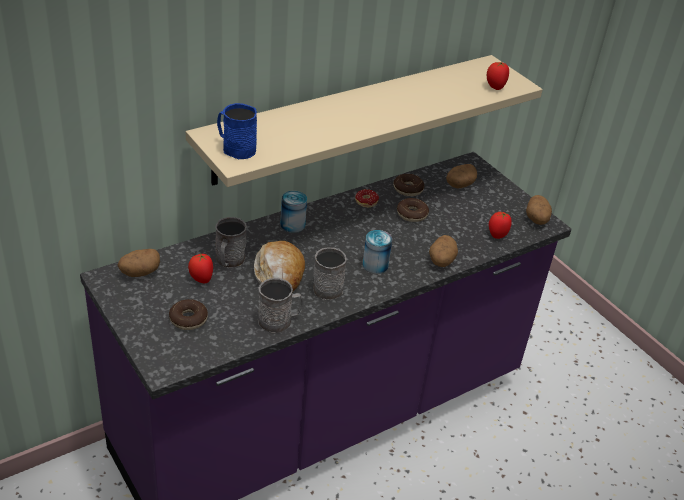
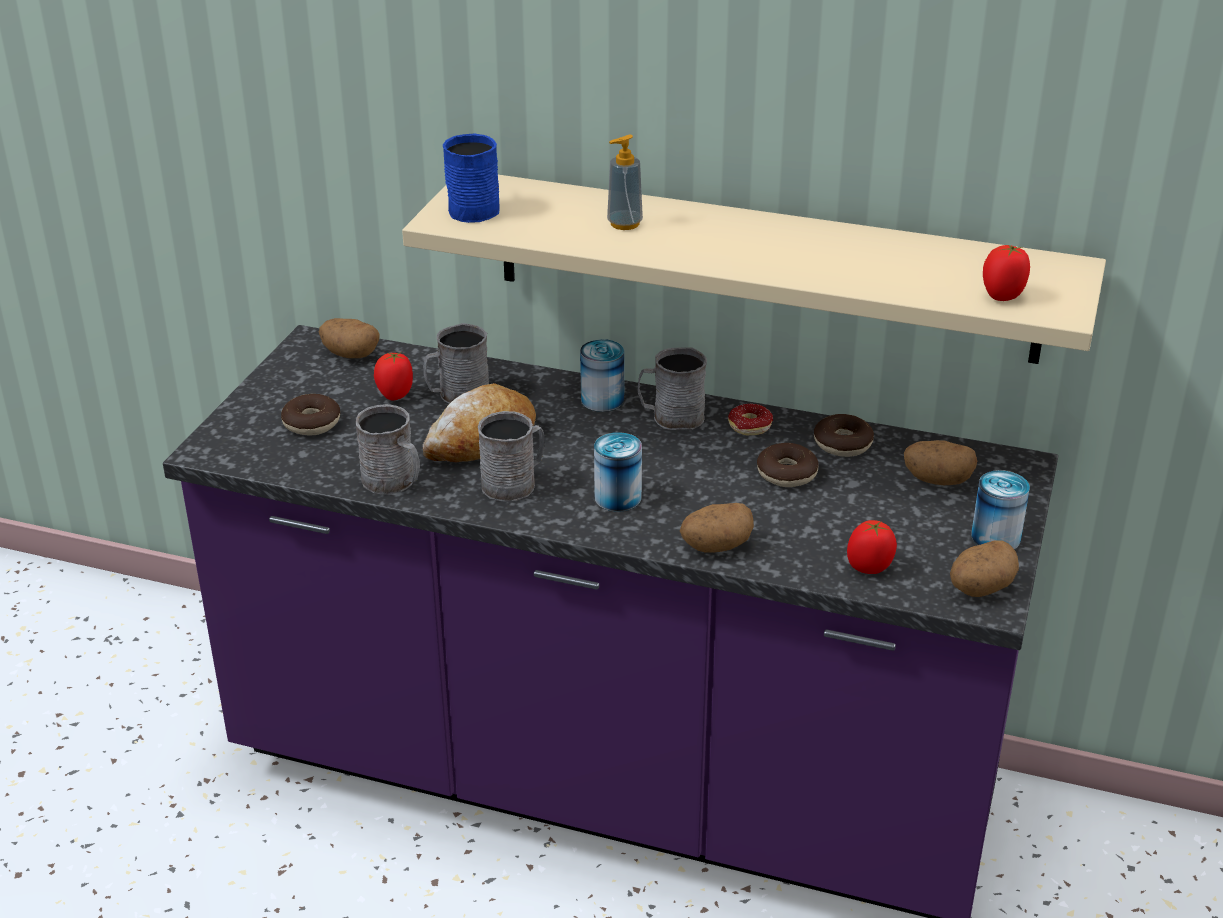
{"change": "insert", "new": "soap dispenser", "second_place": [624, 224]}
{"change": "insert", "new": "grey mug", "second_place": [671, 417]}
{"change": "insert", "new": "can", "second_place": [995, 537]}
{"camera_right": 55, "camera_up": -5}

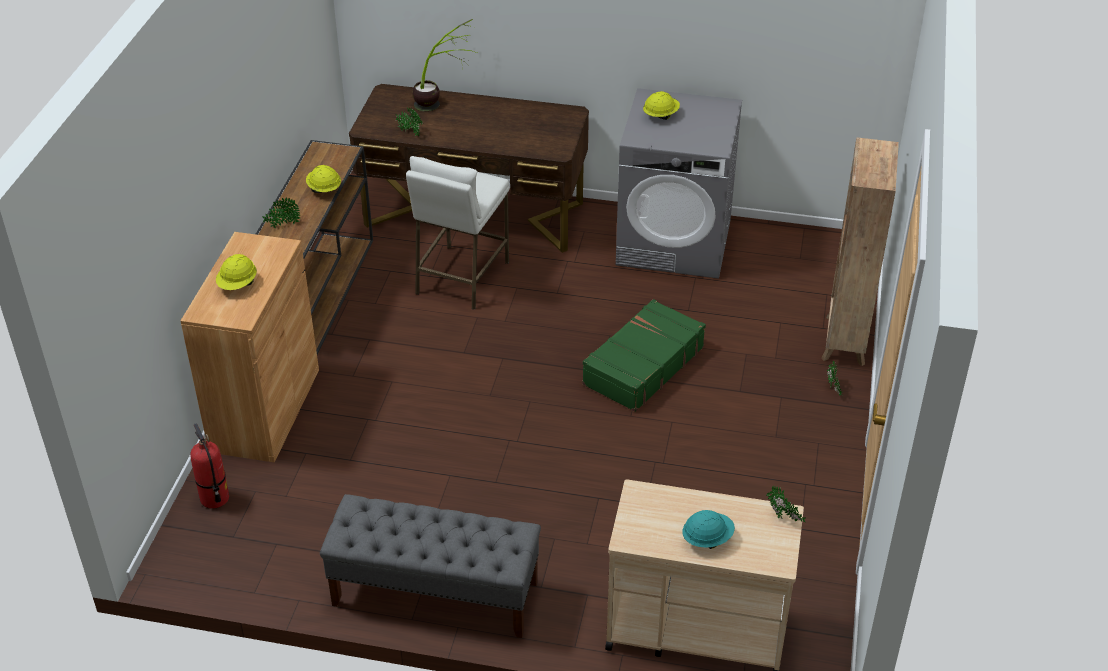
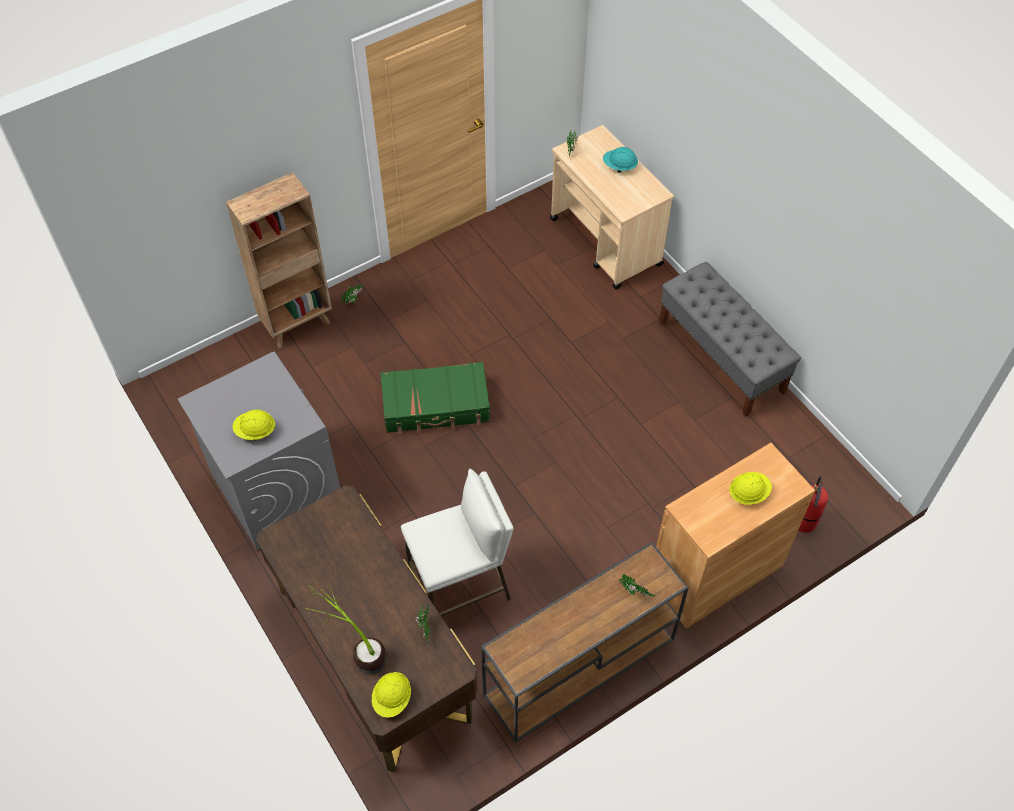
{"change": "move", "old": "yellow hard hat", "first_place": [324, 189], "second_place": [392, 699]}
{"camera_right": -135, "camera_up": 15}

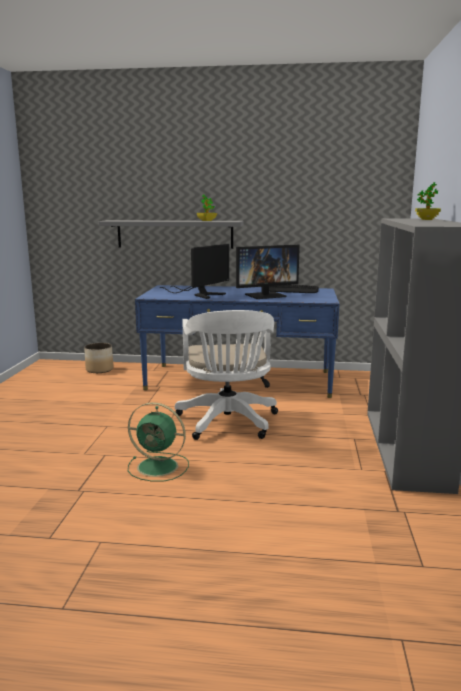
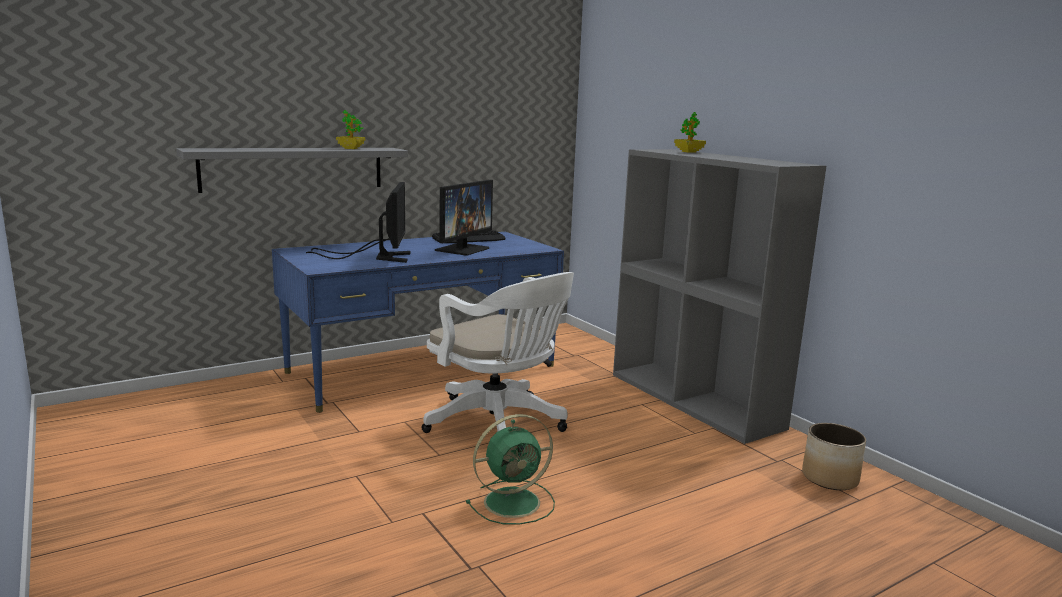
{"change": "move", "old": "planter", "first_place": [99, 369], "second_place": [830, 478]}
{"camera_right": -40, "camera_up": 0}

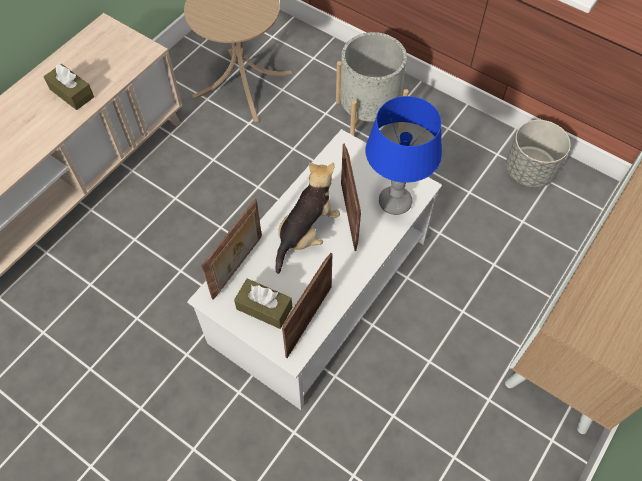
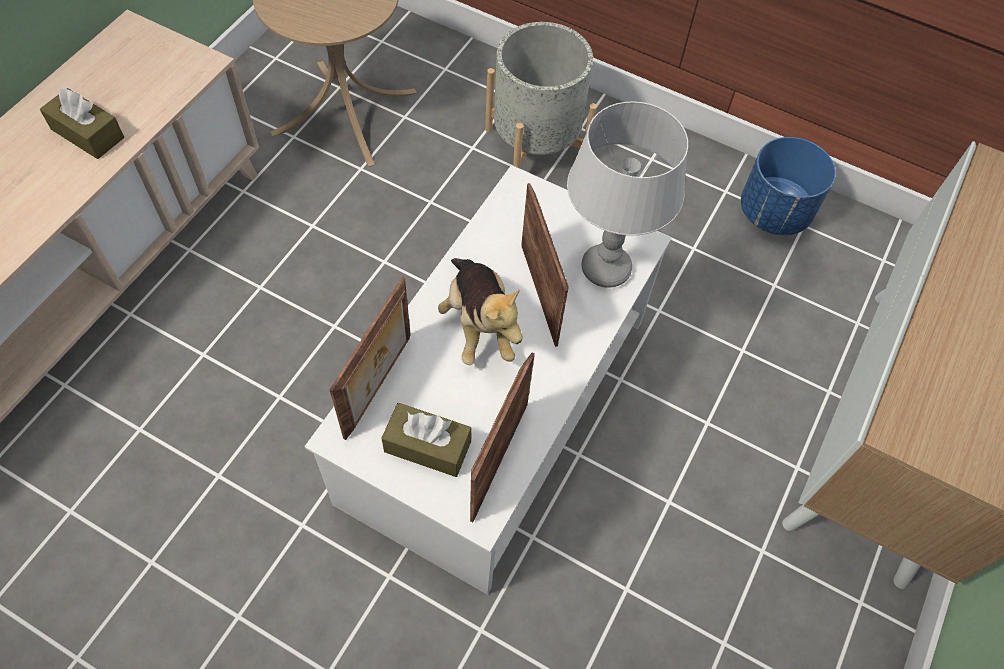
{"change": "rotate", "old": "plush toy", "first_place": [306, 233], "second_place": [479, 325], "degrees": 135}
{"change": "recolor", "old": "blue table lamp", "new": "grey table lamp", "first_place": [395, 202], "second_place": [606, 268]}
{"change": "recolor", "old": "grey planter", "new": "blue planter", "first_place": [530, 171], "second_place": [774, 213]}
{"camera_right": -10, "camera_up": 0}

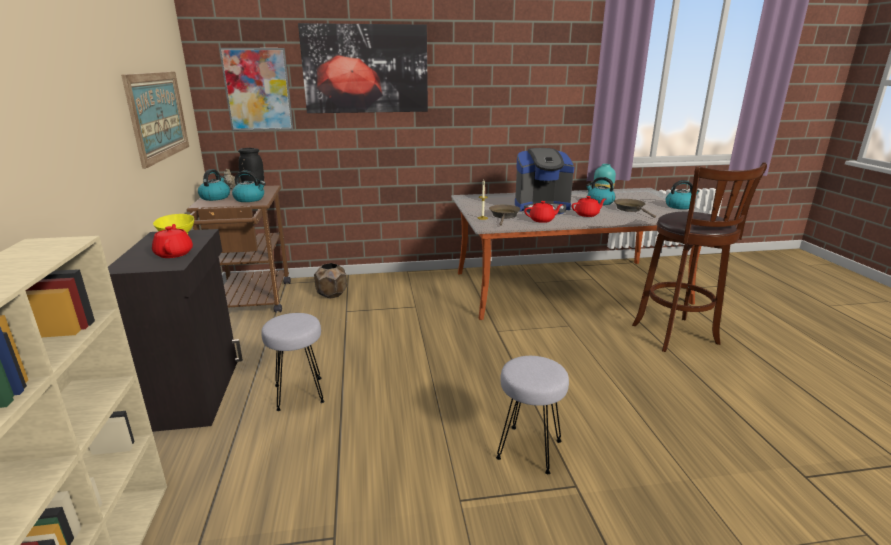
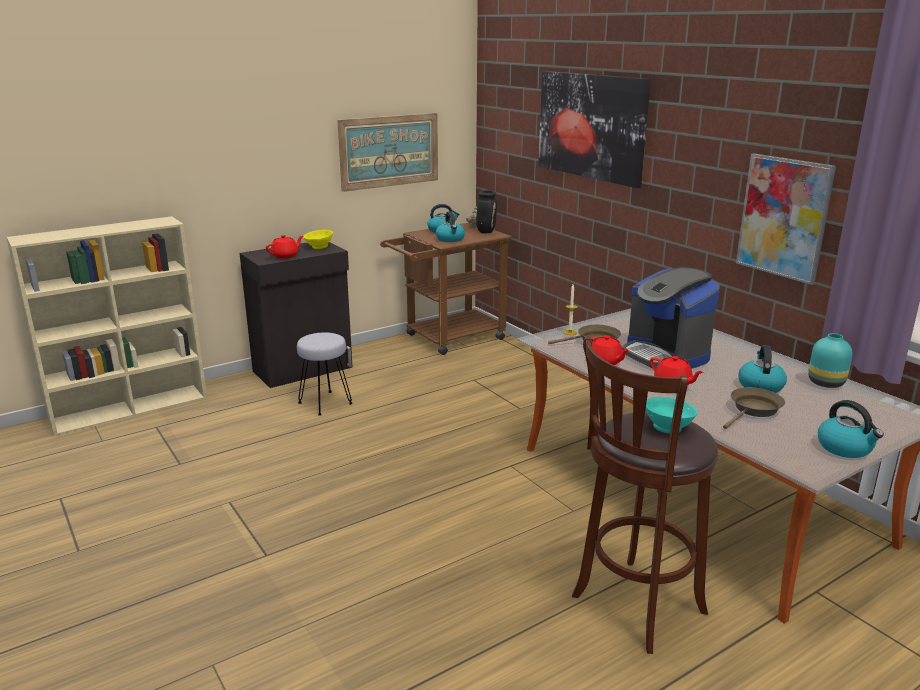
{"change": "insert", "new": "turquoise bowl", "second_place": [669, 428]}
{"change": "move", "old": "picture", "first_place": [258, 90], "second_place": [783, 217]}
{"change": "delete", "old": "brown planter", "first_place": [331, 295]}
{"change": "delete", "old": "grey stool", "first_place": [528, 449]}
{"camera_right": 65, "camera_up": 0}

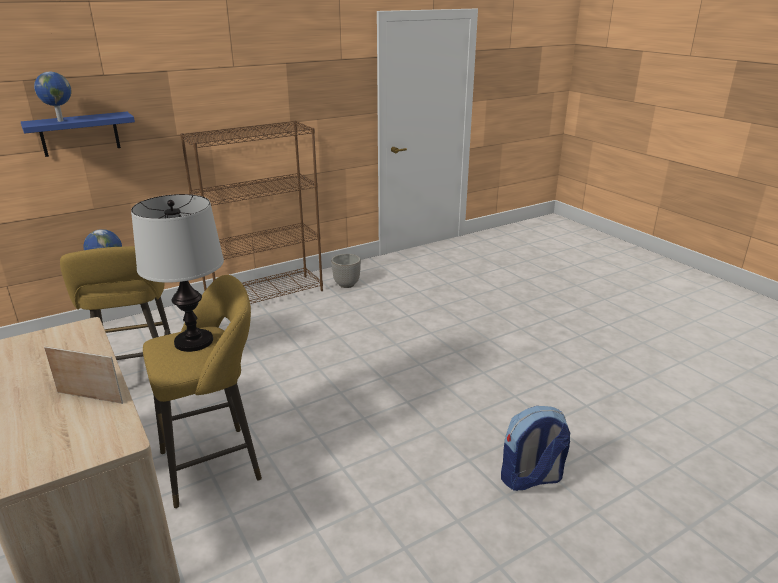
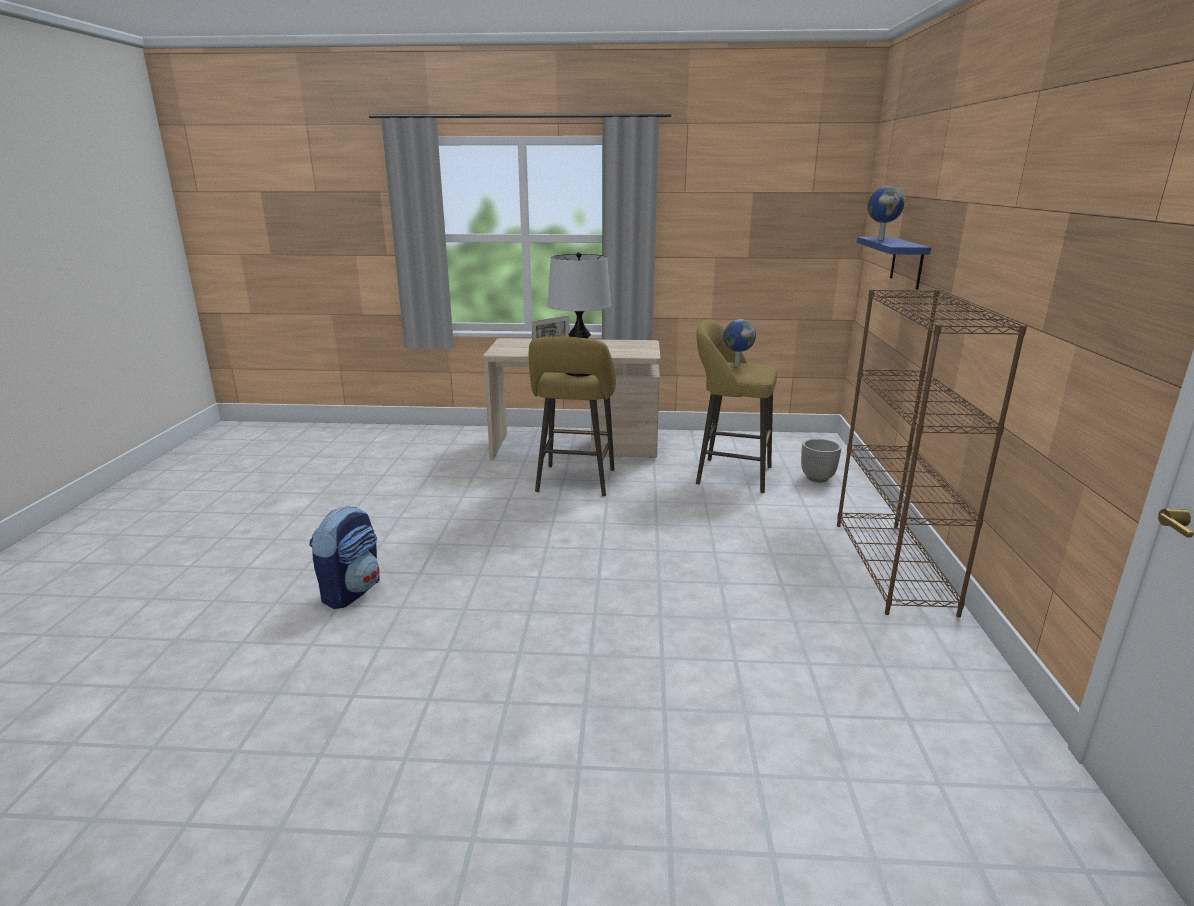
{"change": "move", "old": "planter", "first_place": [346, 284], "second_place": [817, 478]}
{"camera_right": 125, "camera_up": -5}

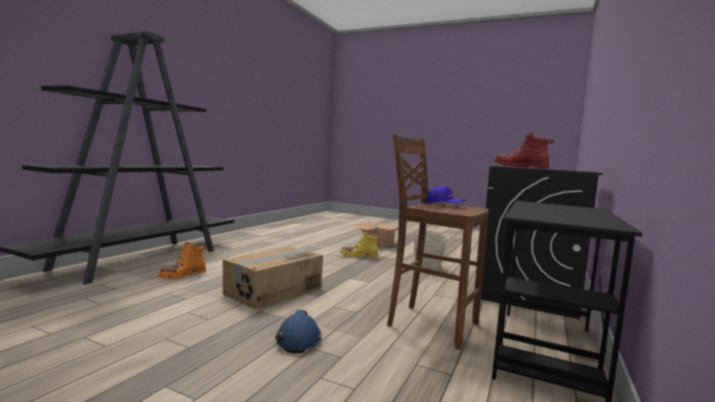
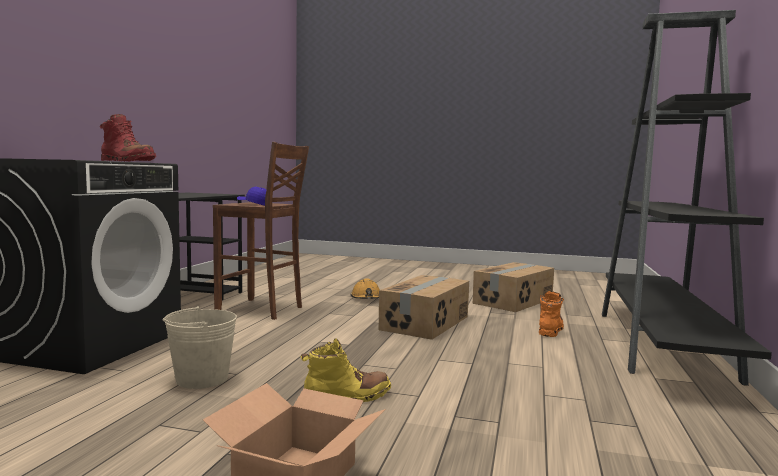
{"change": "recolor", "old": "blue hard hat", "new": "orange hard hat", "first_place": [298, 340], "second_place": [366, 298]}
{"change": "insert", "new": "cardboard box", "second_place": [514, 301]}
{"camera_right": 170, "camera_up": 0}

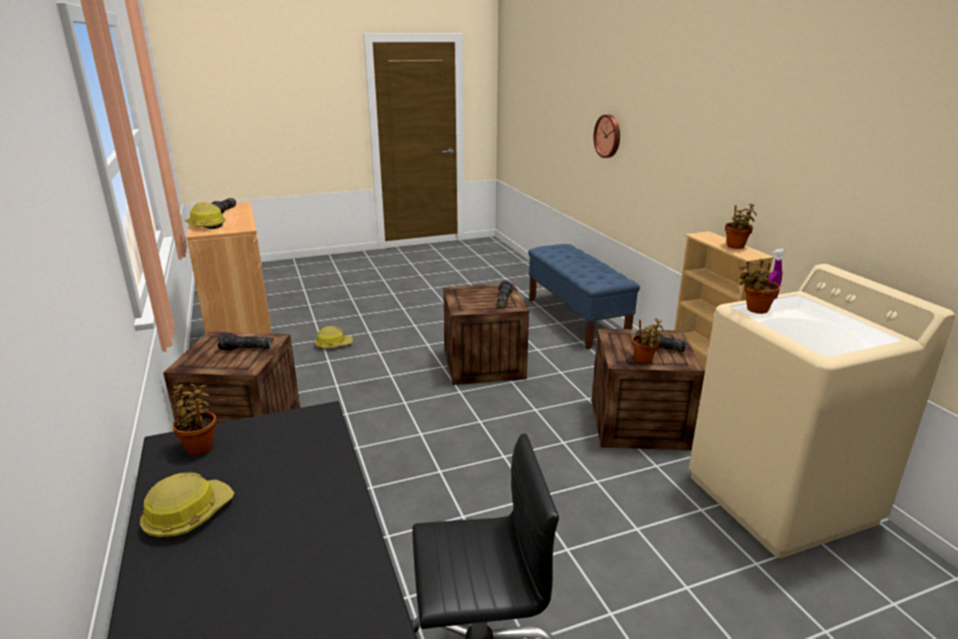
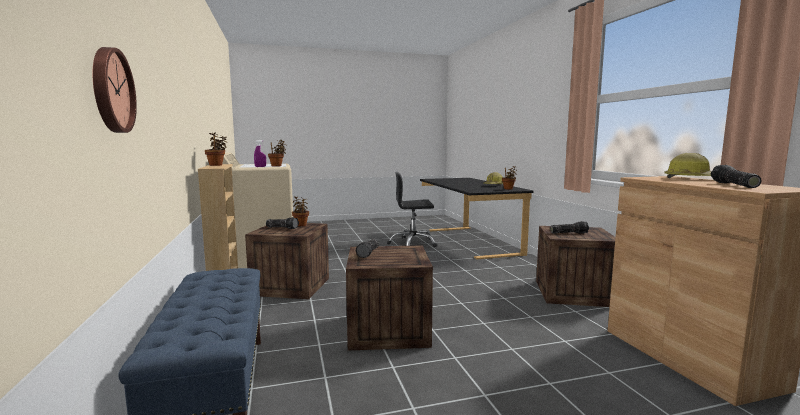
{"change": "delete", "old": "hard hat", "first_place": [333, 344]}
{"camera_right": -175, "camera_up": -15}

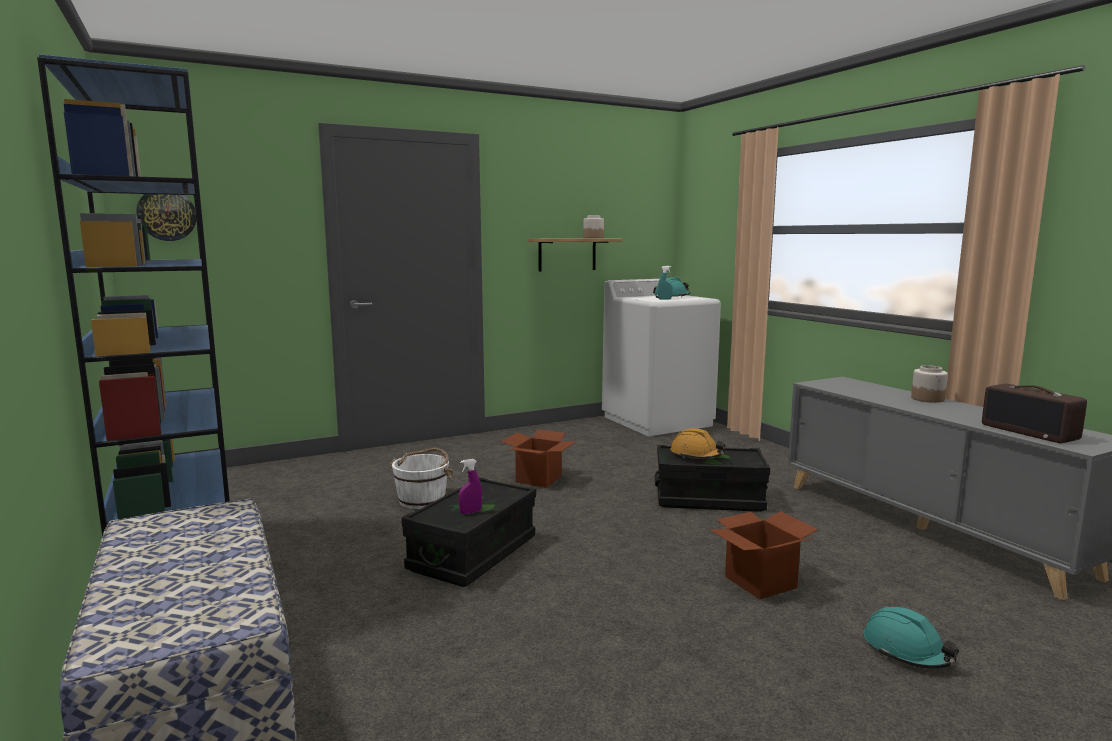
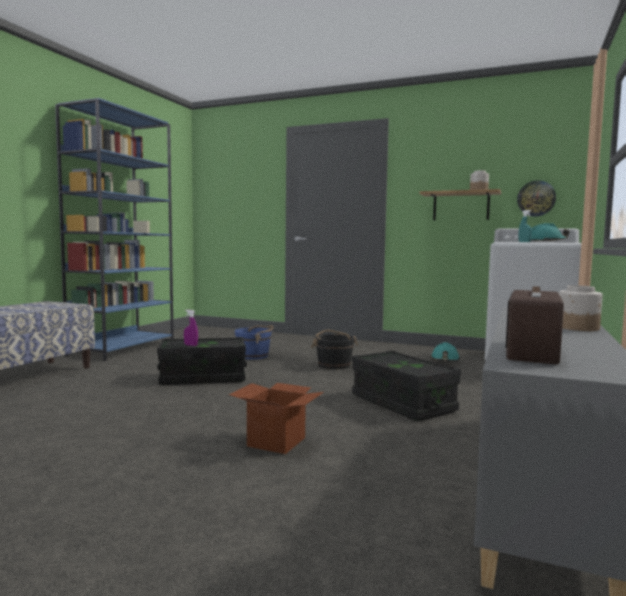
{"change": "recolor", "old": "white bucket", "new": "blue bucket", "first_place": [422, 500], "second_place": [254, 356]}
{"change": "replace", "old": "cardboard box", "new": "black bucket", "first_place": [538, 479], "second_place": [334, 365]}
{"change": "move", "old": "turquoise hard hat", "first_place": [907, 651], "second_place": [445, 360]}
{"change": "move", "old": "wall clock", "first_place": [167, 214], "second_place": [536, 198]}
{"change": "delete", "old": "orange hard hat", "first_place": [696, 455]}
{"camera_right": 50, "camera_up": -5}

